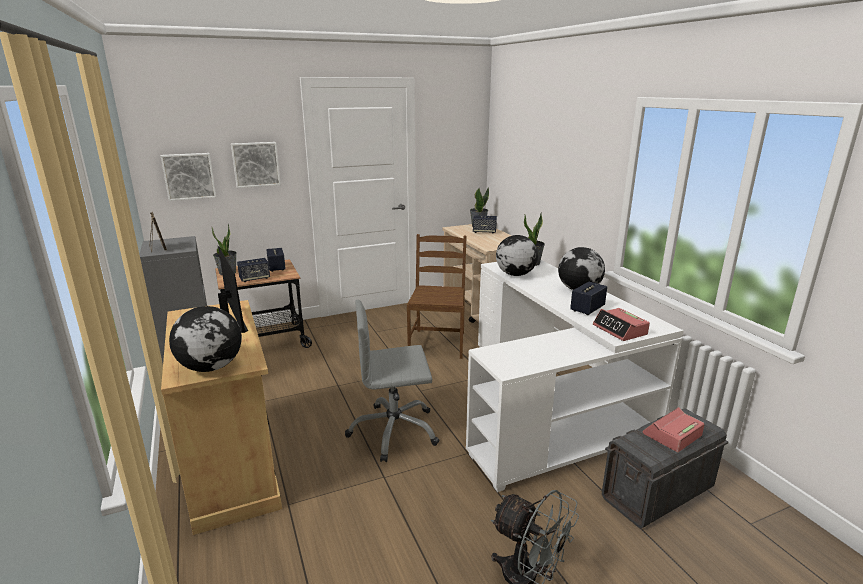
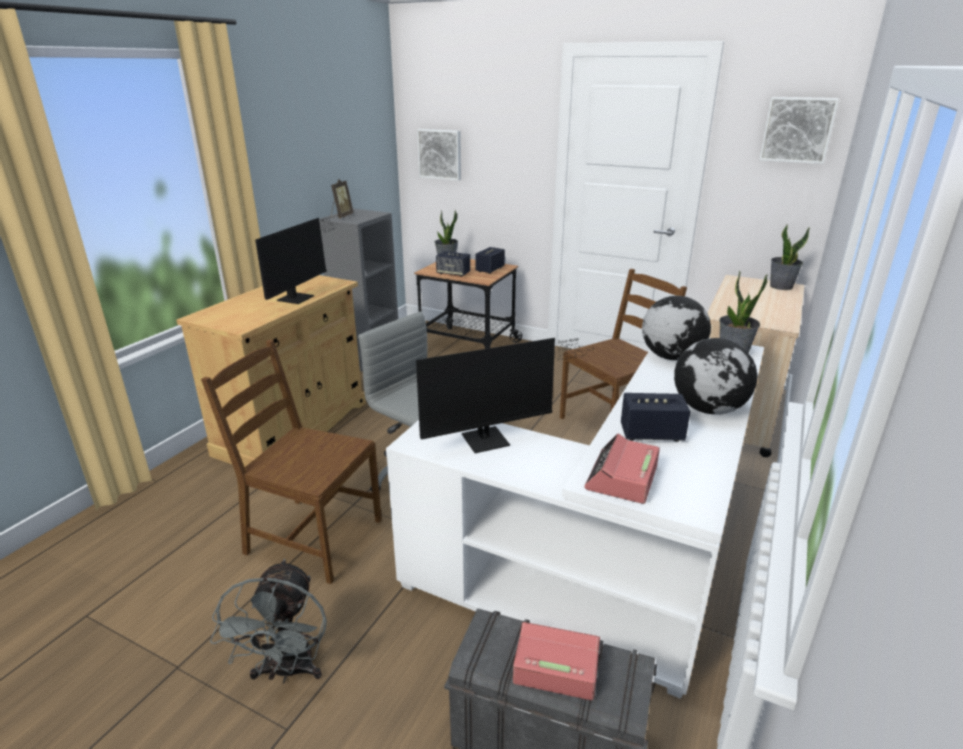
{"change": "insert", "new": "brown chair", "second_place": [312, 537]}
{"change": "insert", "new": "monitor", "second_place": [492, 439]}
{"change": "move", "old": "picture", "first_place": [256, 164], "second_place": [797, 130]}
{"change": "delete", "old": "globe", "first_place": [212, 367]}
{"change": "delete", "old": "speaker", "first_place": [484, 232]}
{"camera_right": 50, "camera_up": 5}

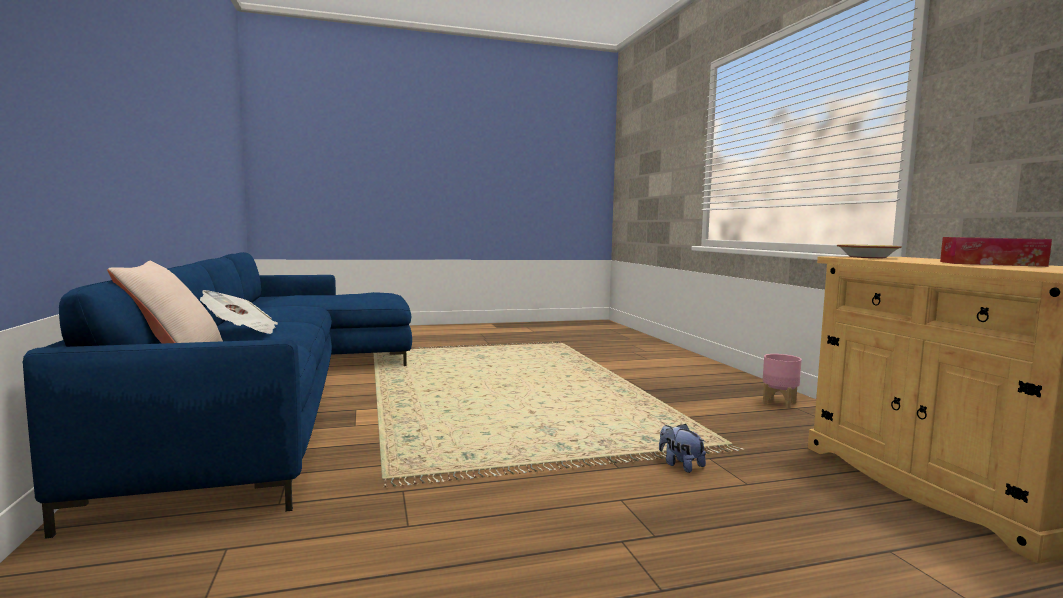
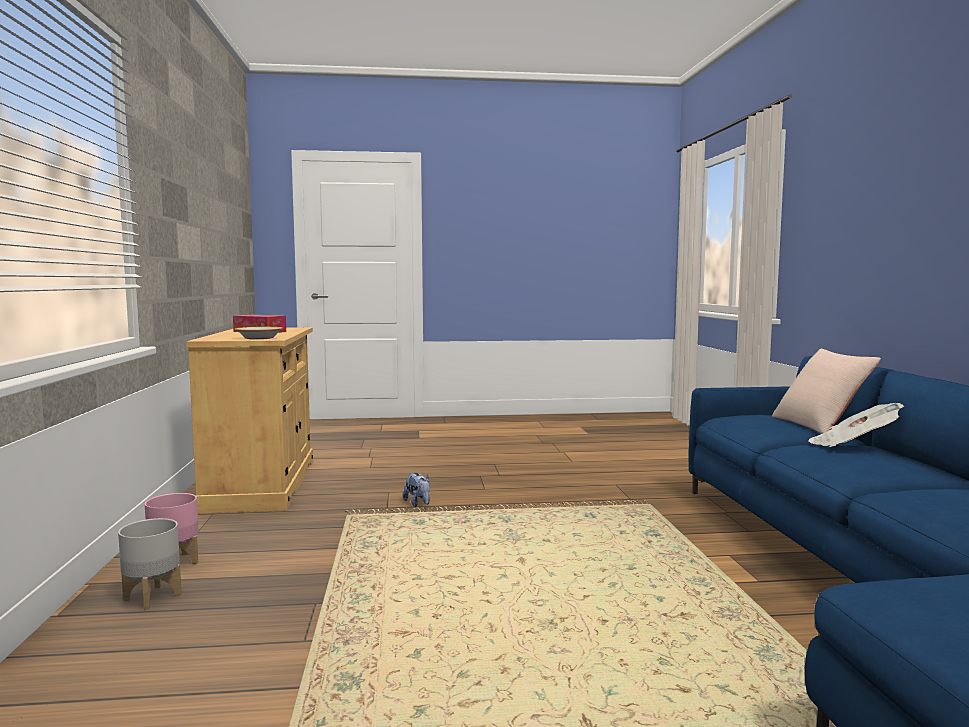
{"change": "insert", "new": "grey planter", "second_place": [152, 597]}
{"camera_right": -170, "camera_up": 0}

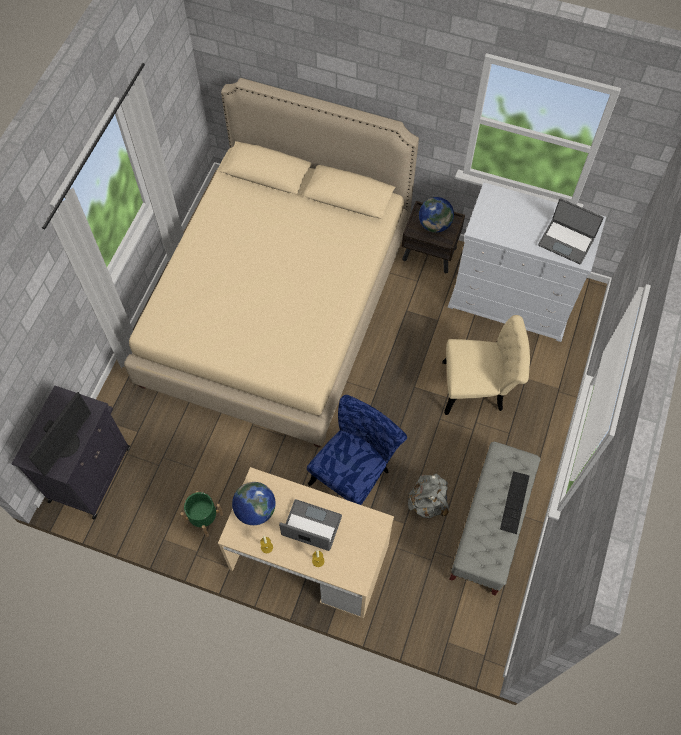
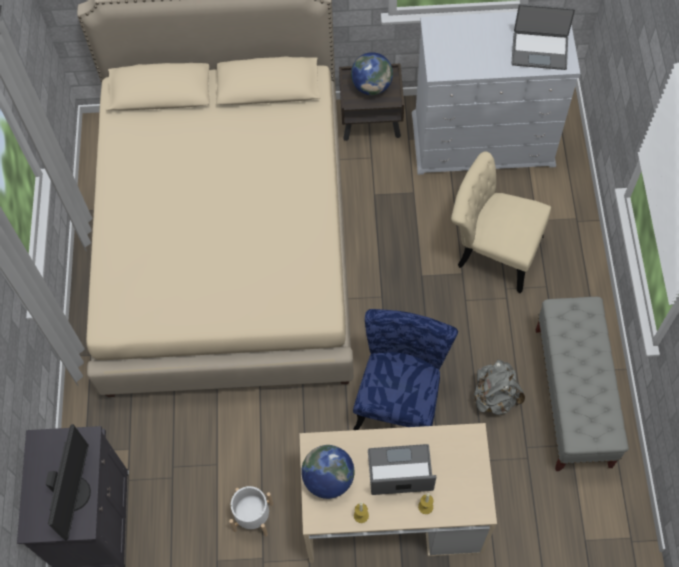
{"change": "recolor", "old": "green planter", "new": "white planter", "first_place": [204, 518], "second_place": [253, 517]}
{"change": "rotate", "old": "beige chair", "first_place": [479, 388], "second_place": [492, 249], "degrees": -135}
{"change": "delete", "old": "keyboard", "first_place": [514, 502]}
{"camera_right": -20, "camera_up": 0}

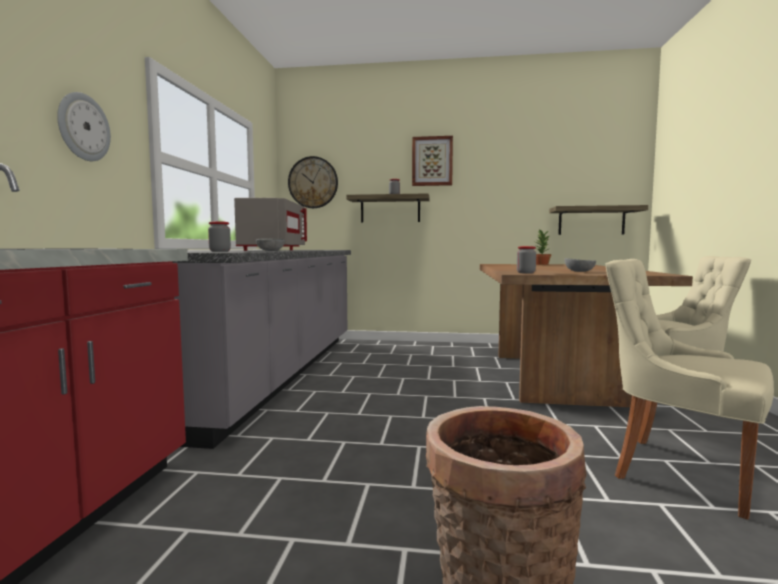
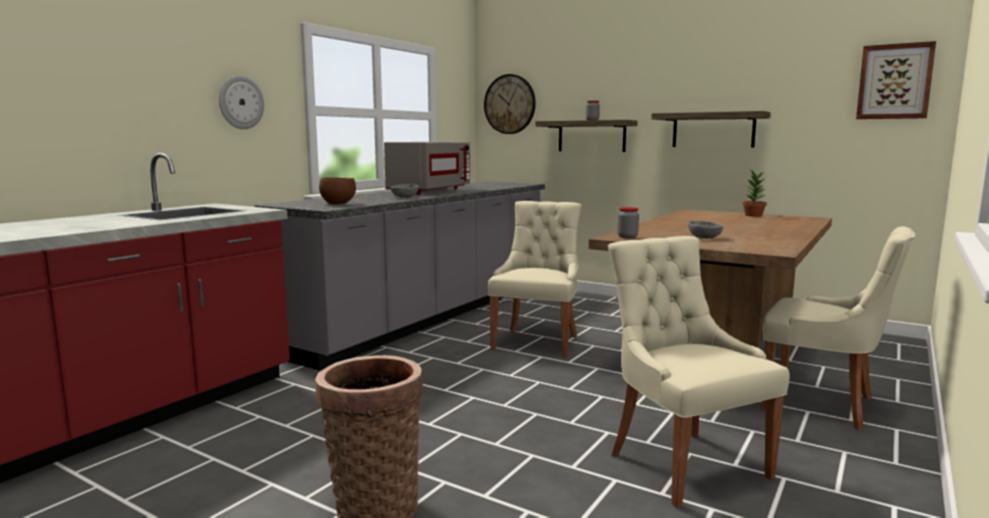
{"change": "replace", "old": "jar", "new": "brown bowl", "first_place": [220, 251], "second_place": [338, 203]}
{"change": "insert", "new": "beige chair", "second_place": [537, 342]}
{"change": "move", "old": "shelf", "first_place": [591, 221], "second_place": [713, 130]}
{"change": "move", "old": "picture", "first_place": [432, 161], "second_place": [894, 81]}
{"camera_right": 25, "camera_up": 5}

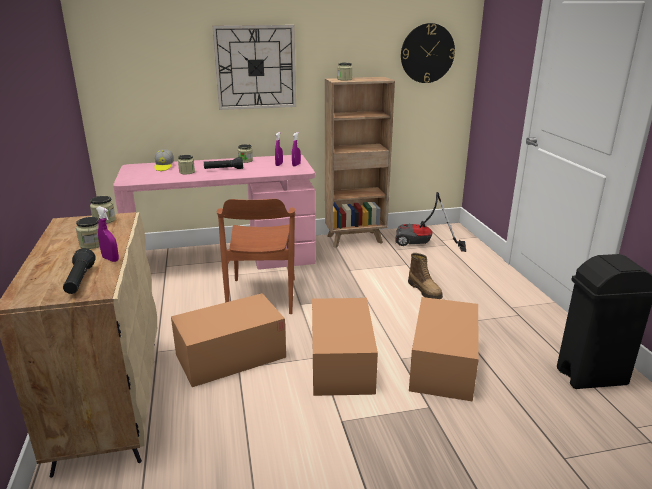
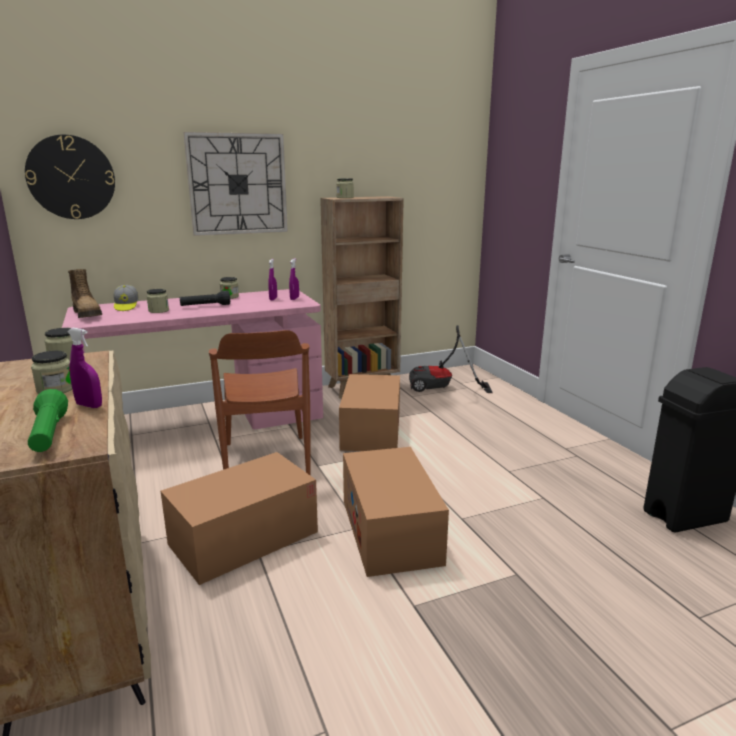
{"change": "move", "old": "wall clock", "first_place": [427, 53], "second_place": [71, 177]}
{"change": "recolor", "old": "black flashlight", "new": "green flashlight", "first_place": [80, 281], "second_place": [49, 435]}
{"change": "move", "old": "boot", "first_place": [425, 291], "second_place": [88, 314]}
{"change": "move", "old": "cardboard box", "first_place": [442, 364], "second_place": [371, 430]}
{"camera_right": -10, "camera_up": -5}

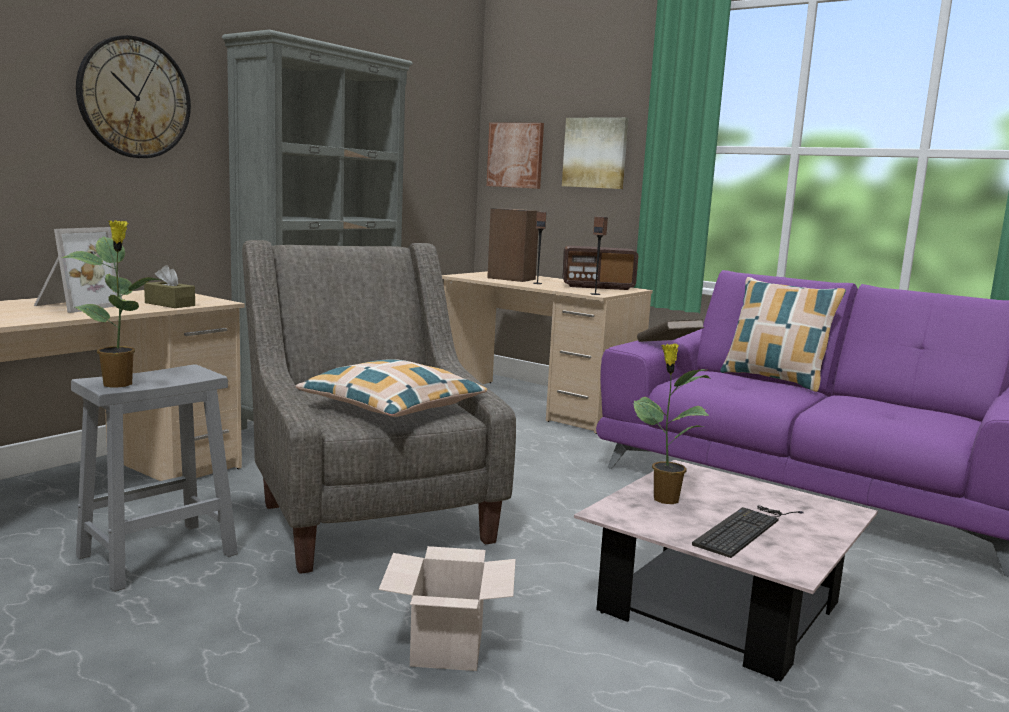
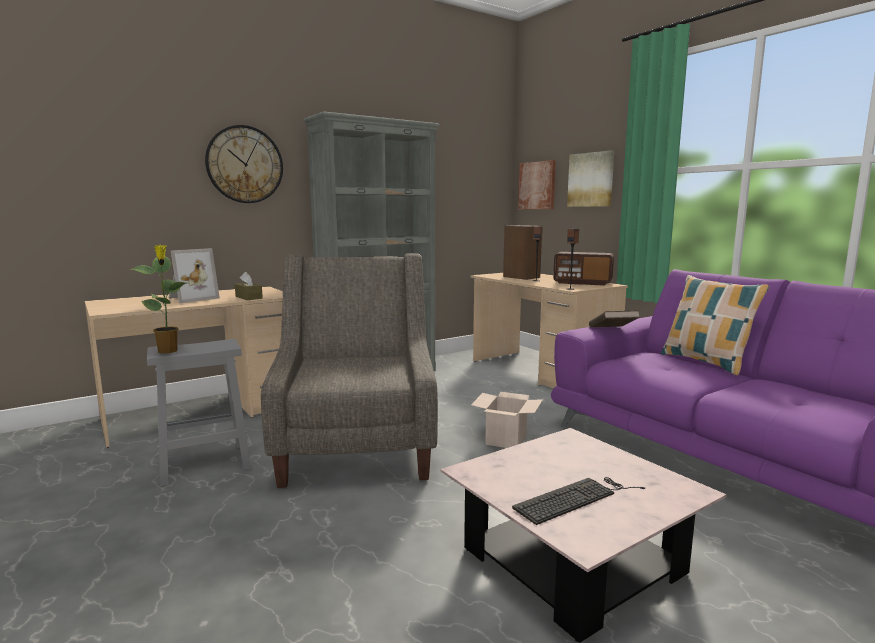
{"change": "move", "old": "cardboard box", "first_place": [446, 645], "second_place": [505, 439]}
{"change": "delete", "old": "pillow", "first_place": [392, 407]}
{"change": "delete", "old": "potted plant", "first_place": [664, 499]}
{"camera_right": 20, "camera_up": 0}

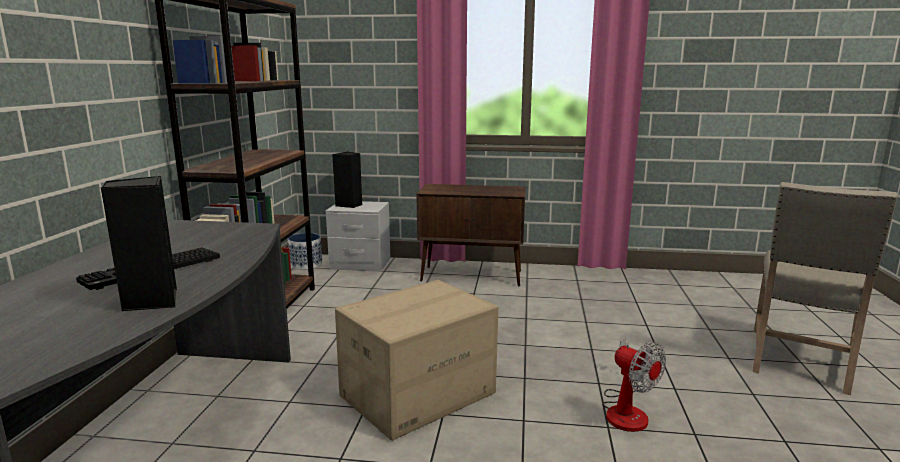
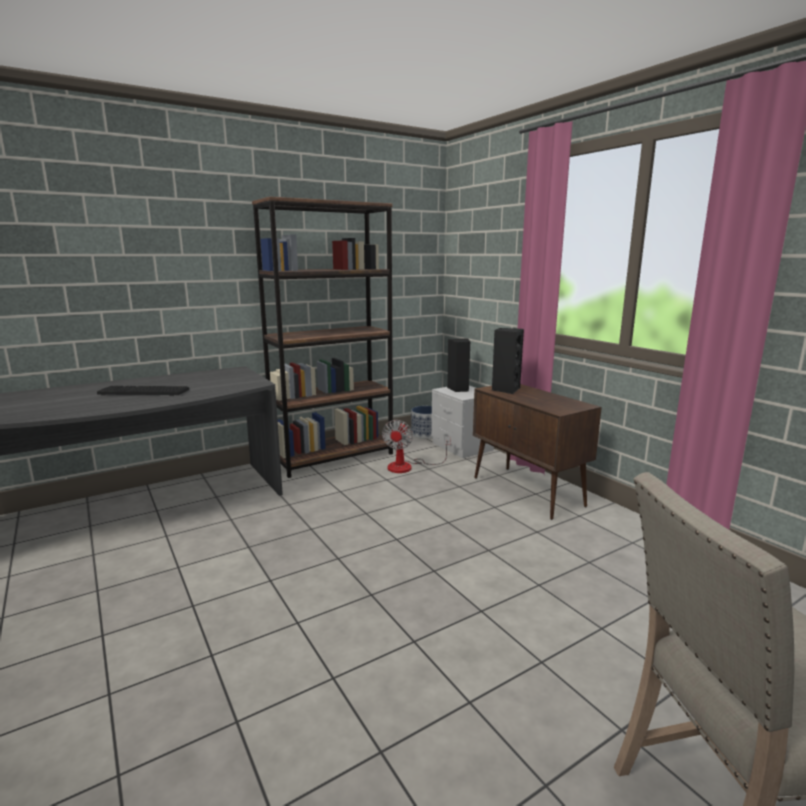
{"change": "move", "old": "fan", "first_place": [626, 410], "second_place": [408, 466]}
{"change": "move", "old": "black speaker", "first_place": [151, 301], "second_place": [505, 390]}
{"change": "delete", "old": "cardboard box", "first_place": [417, 394]}
{"camera_right": 50, "camera_up": 0}

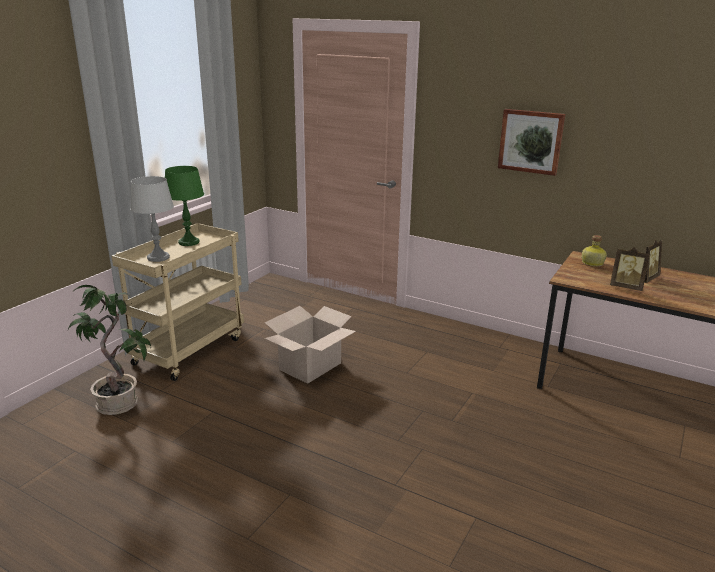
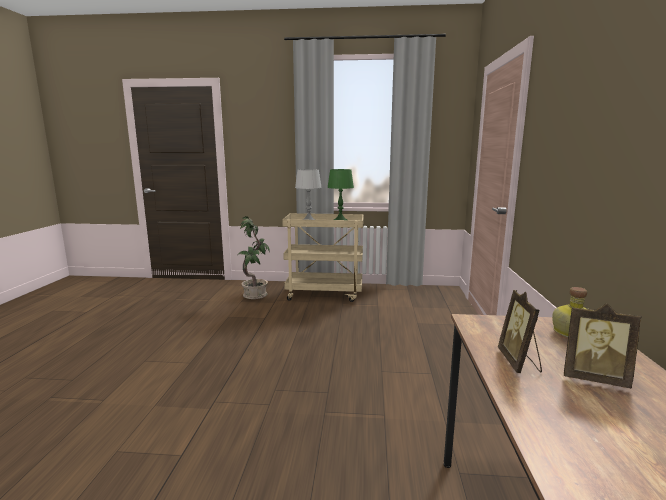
{"change": "delete", "old": "cardboard box", "first_place": [310, 366]}
{"change": "delete", "old": "picture", "first_place": [531, 141]}
{"camera_right": 65, "camera_up": -10}

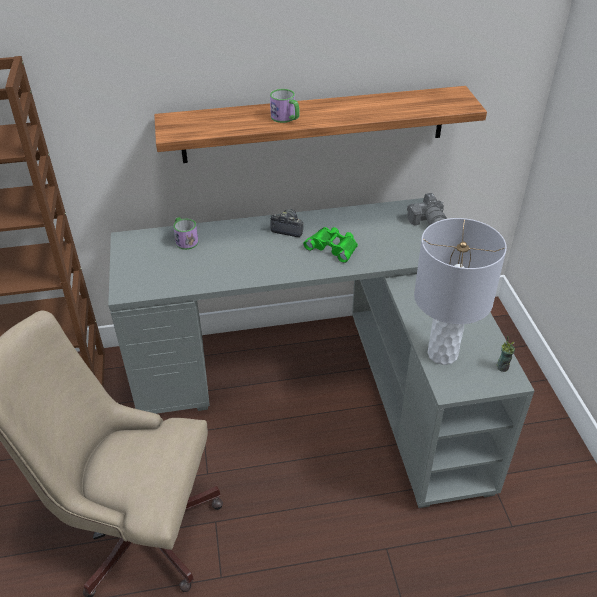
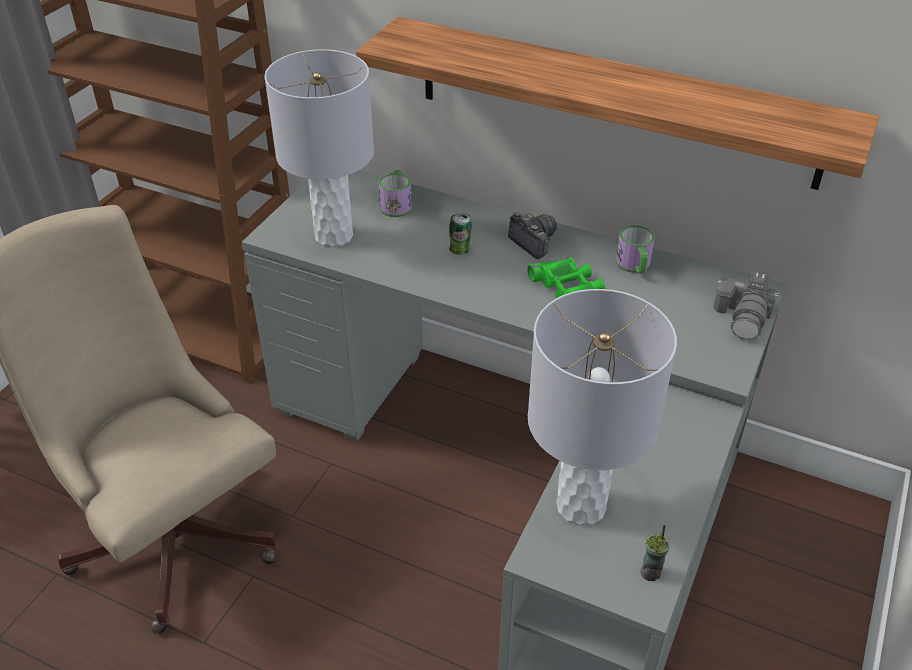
{"change": "insert", "new": "grey table lamp", "second_place": [334, 236]}
{"change": "insert", "new": "can", "second_place": [460, 250]}
{"change": "move", "old": "mug", "first_place": [286, 118], "second_place": [634, 266]}
{"camera_right": 35, "camera_up": 0}

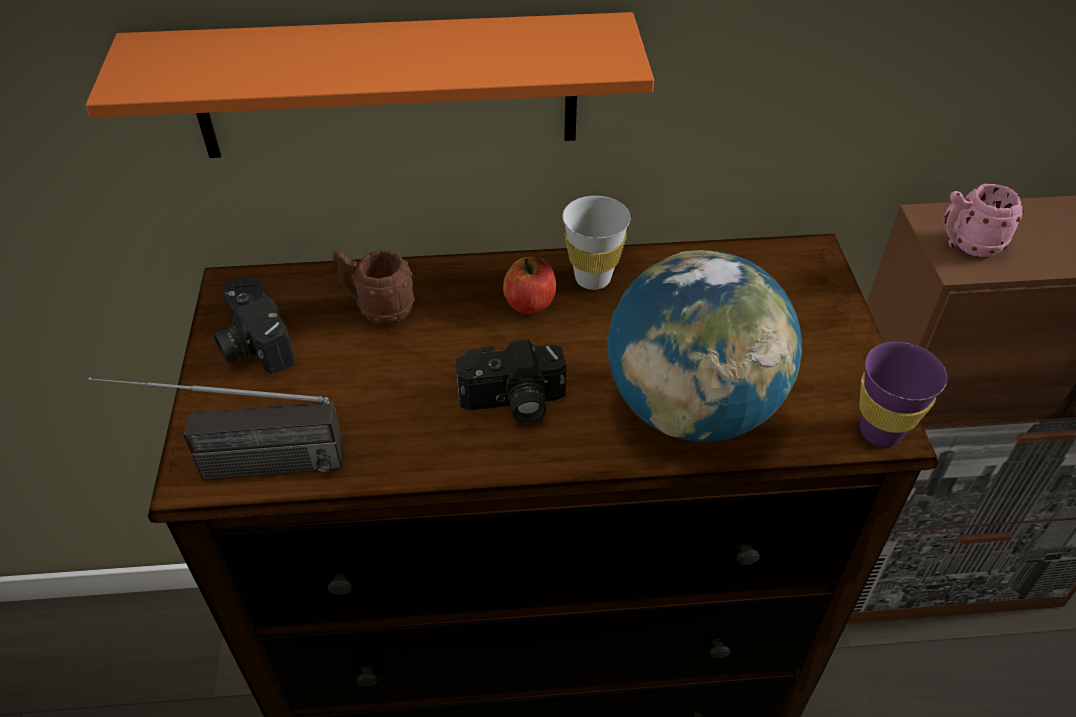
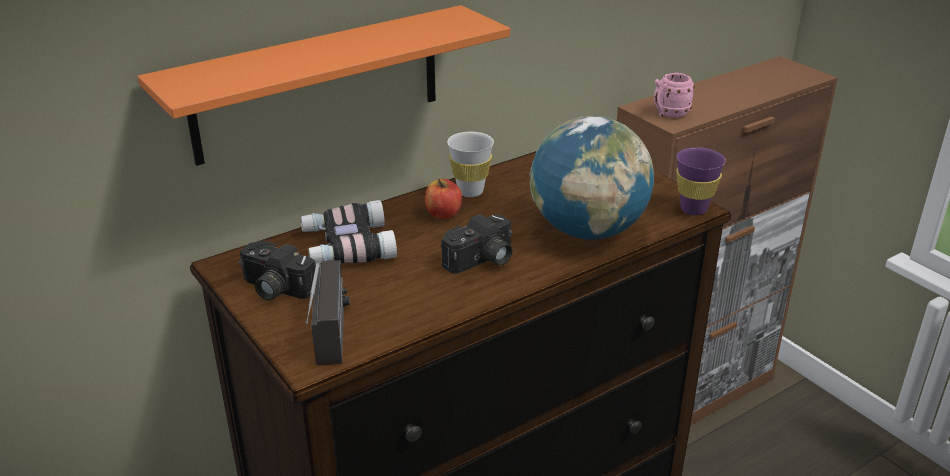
{"change": "replace", "old": "brown mug", "new": "binoculars", "first_place": [378, 309], "second_place": [346, 246]}
{"change": "rotate", "old": "radio", "first_place": [235, 467], "second_place": [333, 349], "degrees": -60}
{"camera_right": -30, "camera_up": -15}

